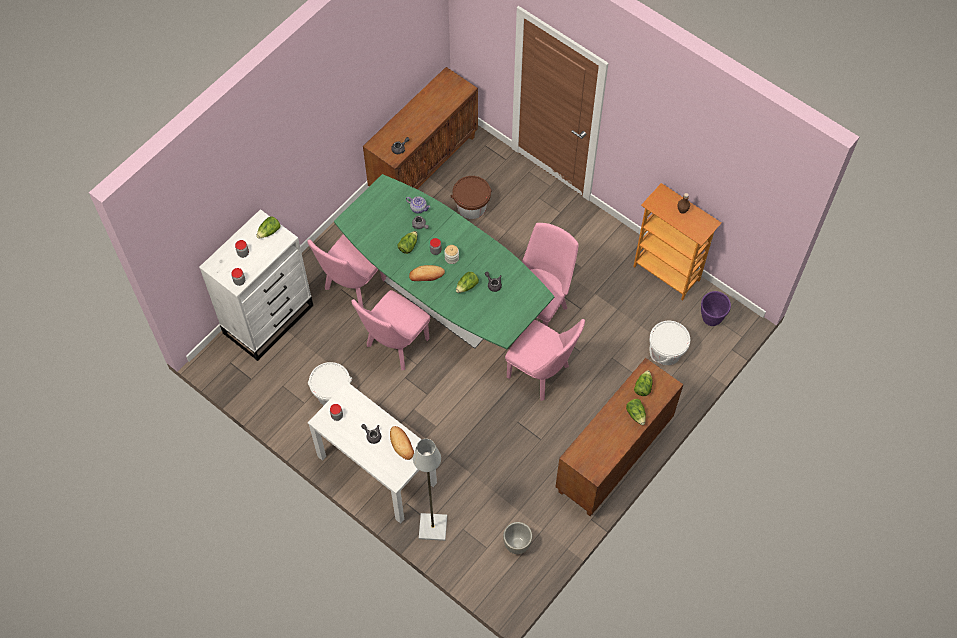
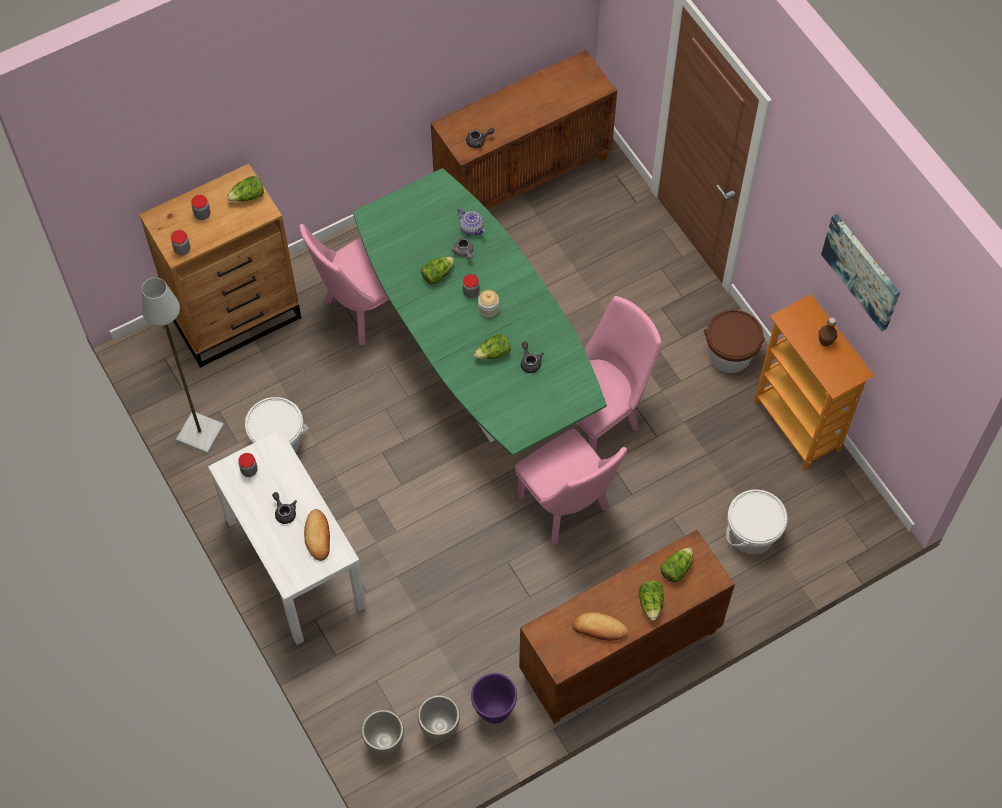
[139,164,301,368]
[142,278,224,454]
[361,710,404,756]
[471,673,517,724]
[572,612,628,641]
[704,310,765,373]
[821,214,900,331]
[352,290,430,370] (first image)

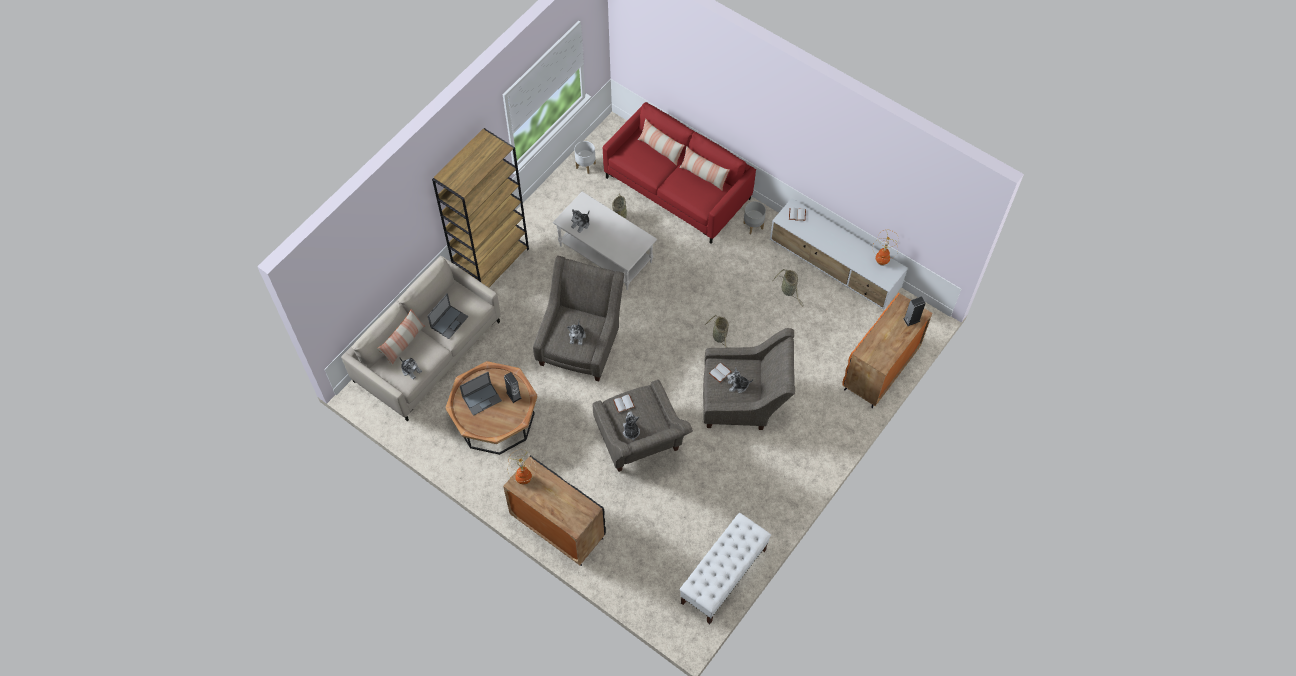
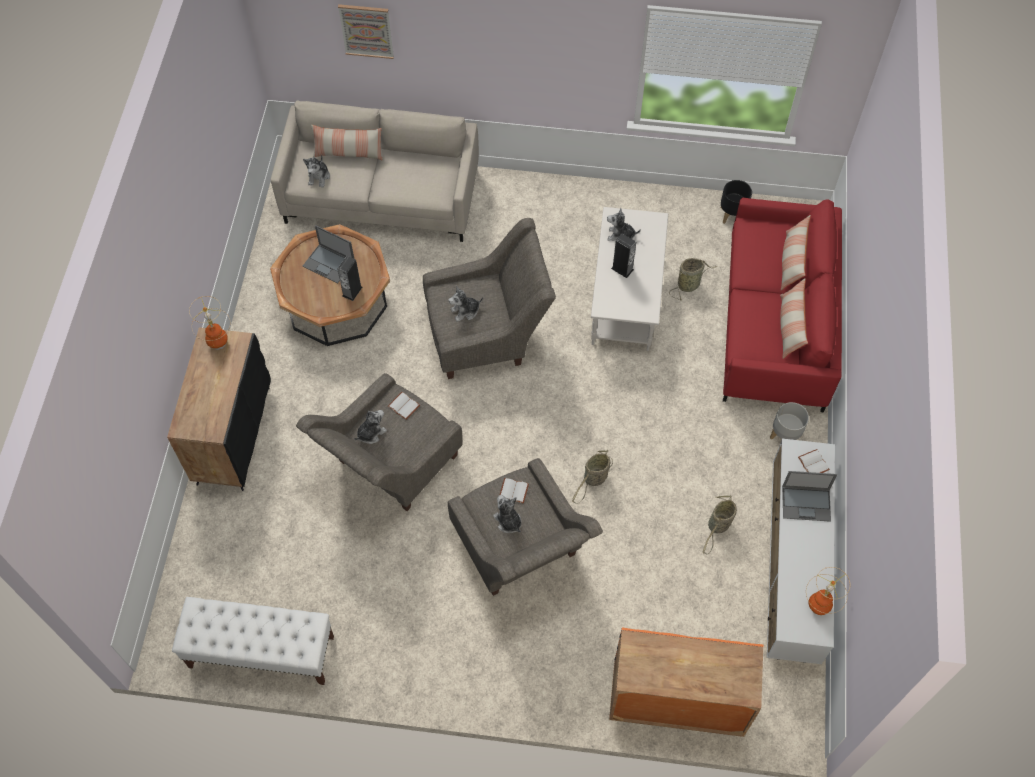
[338,4,394,59]
[611,233,636,278]
[721,180,752,224]
[782,471,837,522]
[432,128,529,287] (first image)

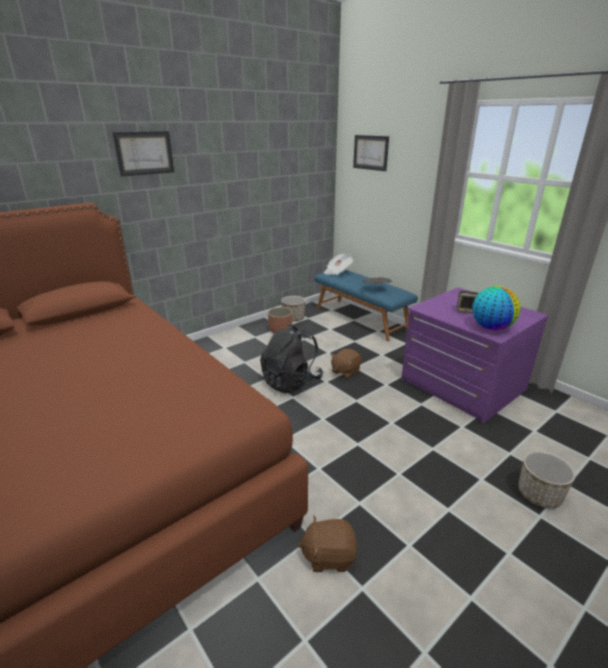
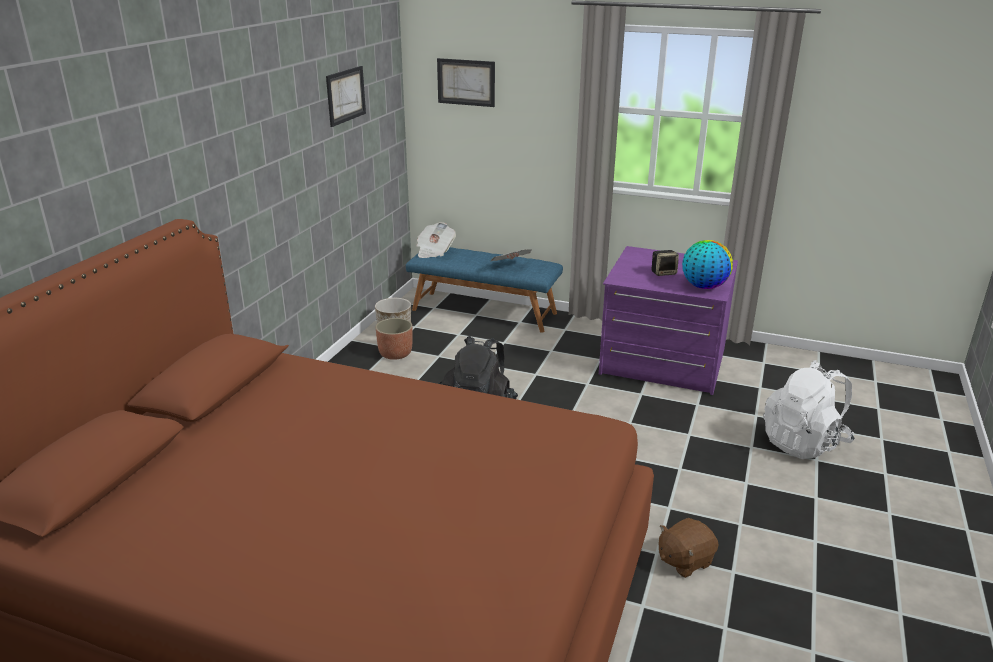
[326,66,366,127]
[763,360,855,459]
[331,349,362,378] (first image)

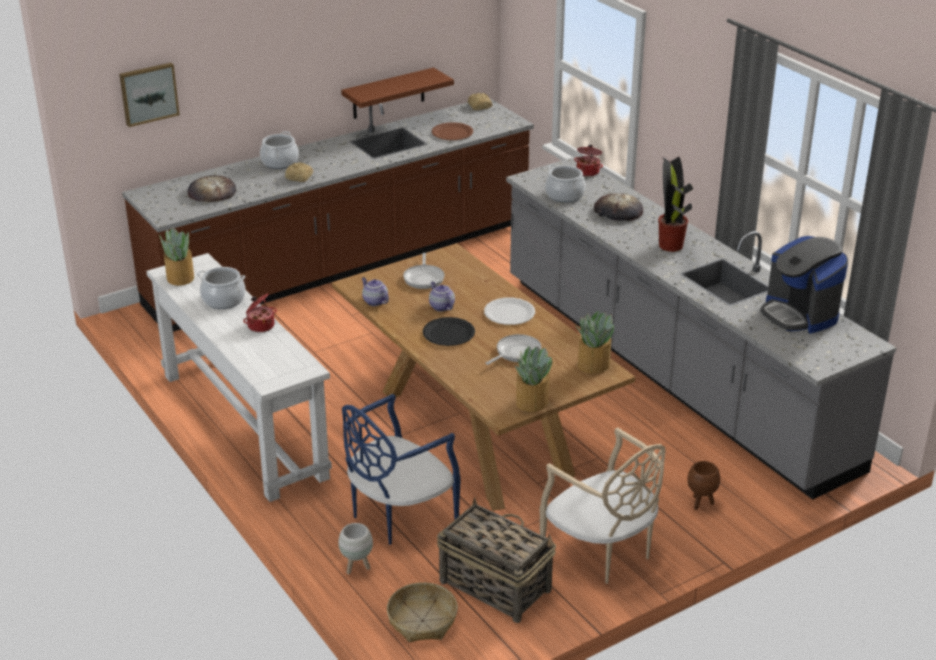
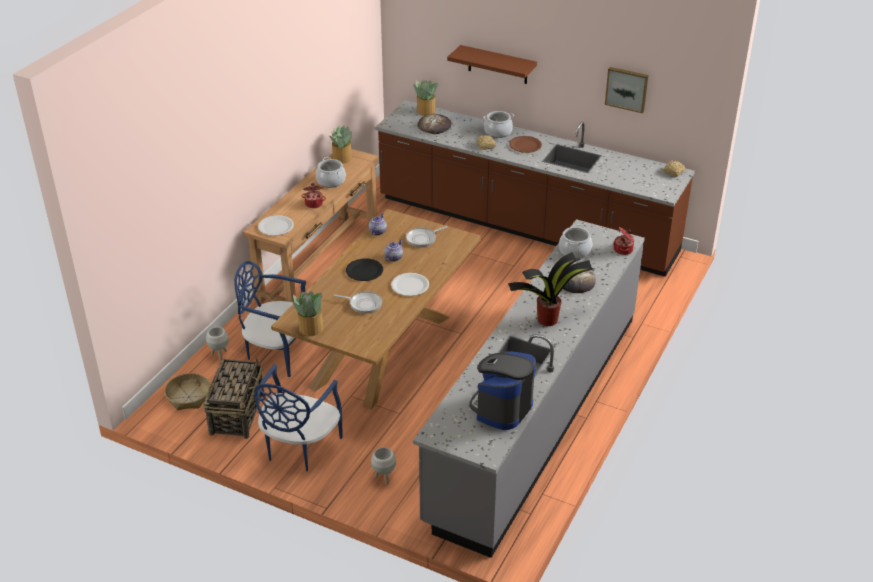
[243,149,379,303]
[254,364,343,471]
[258,215,294,236]
[371,447,396,484]
[413,80,438,116]
[447,45,537,84]
[509,136,542,153]
[605,67,648,113]

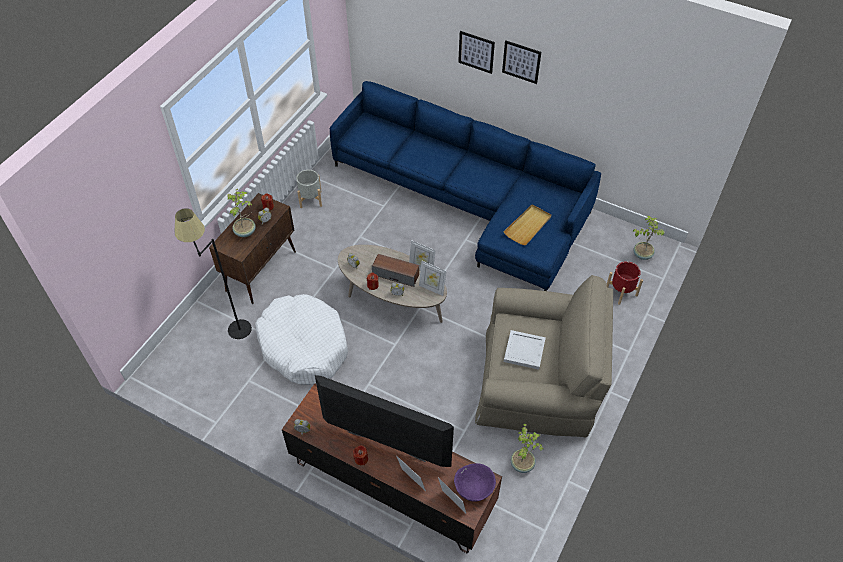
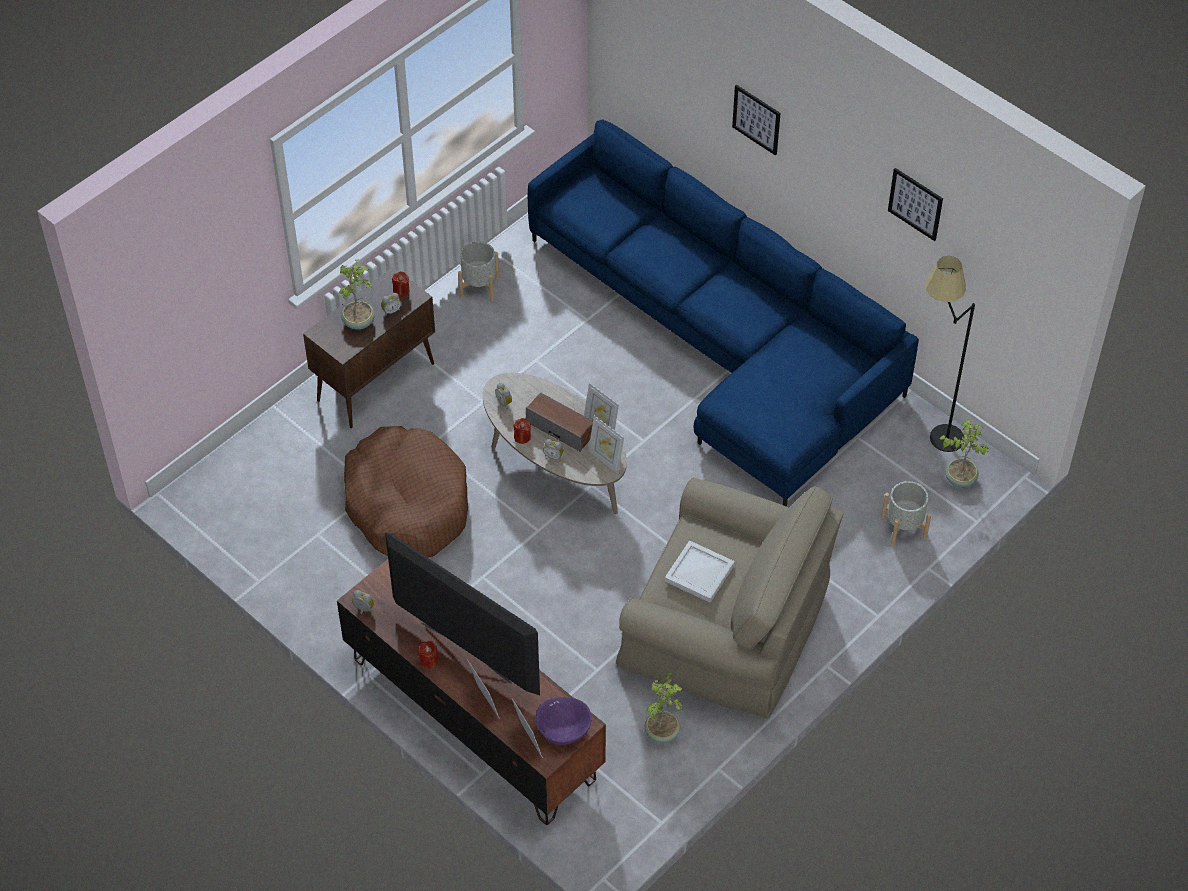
[344,426,468,558]
[881,481,931,546]
[888,168,943,241]
[925,256,975,452]
[504,205,551,245] (first image)

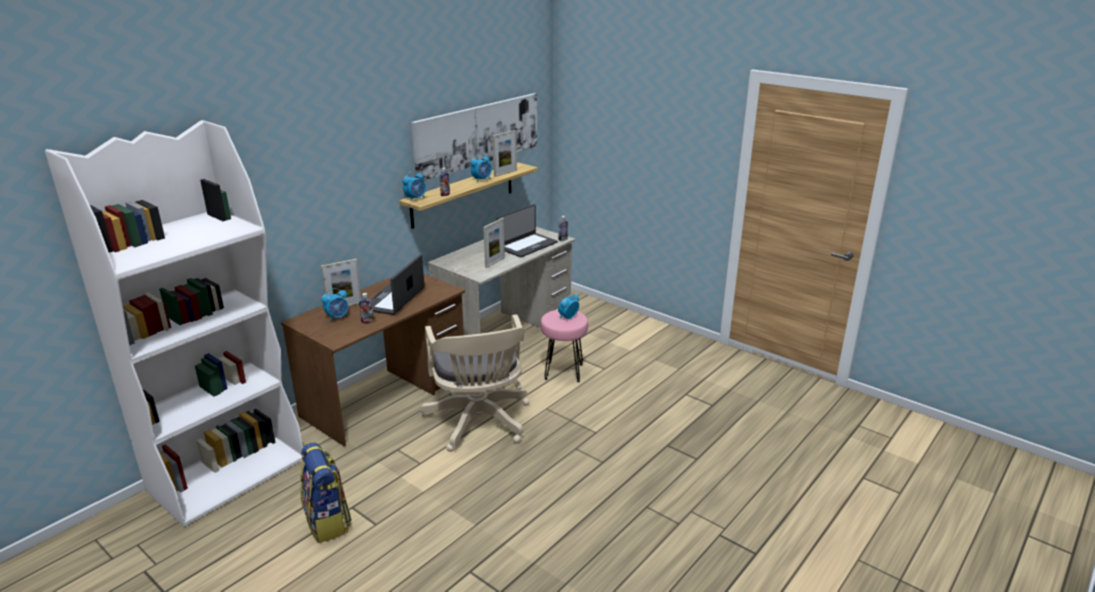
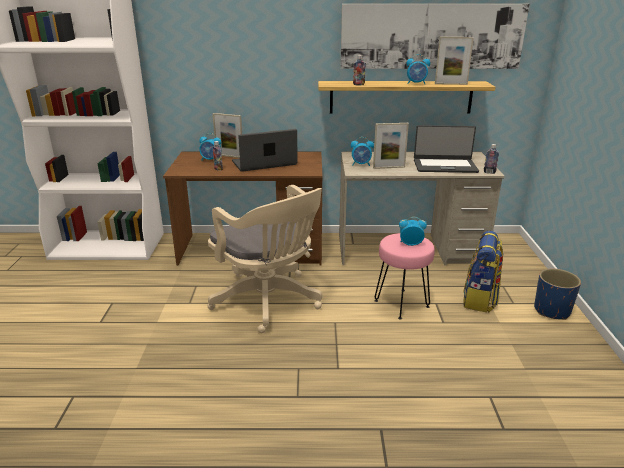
[207,185,322,333]
[351,137,374,166]
[463,231,504,313]
[534,269,581,320]

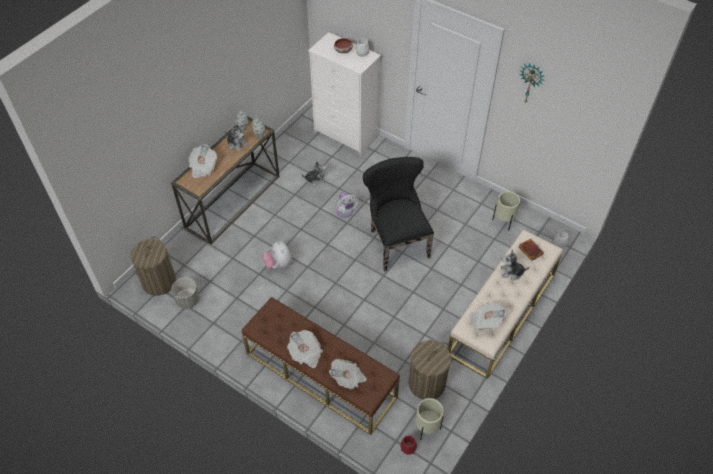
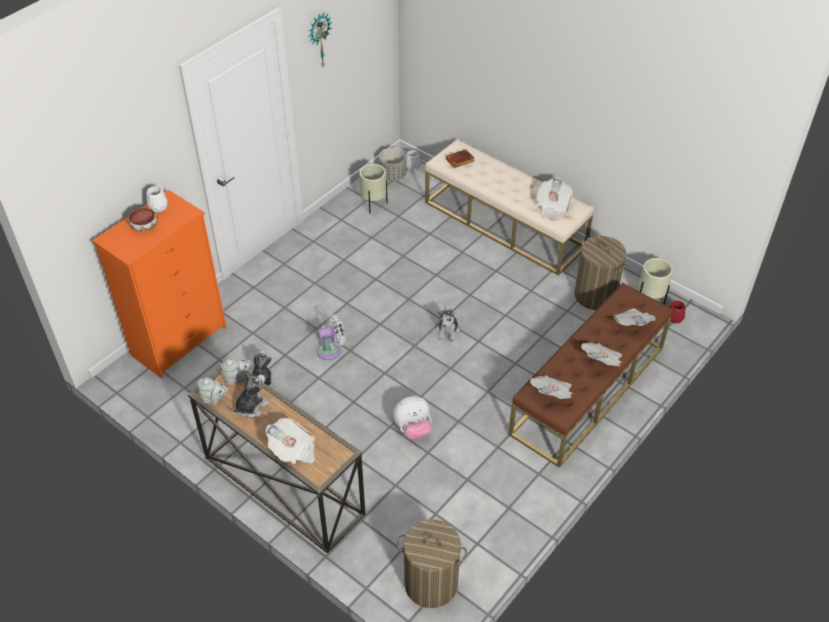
[92,190,227,379]
[379,148,406,181]
[436,309,460,342]
[530,375,573,399]
[363,157,434,272] (first image)

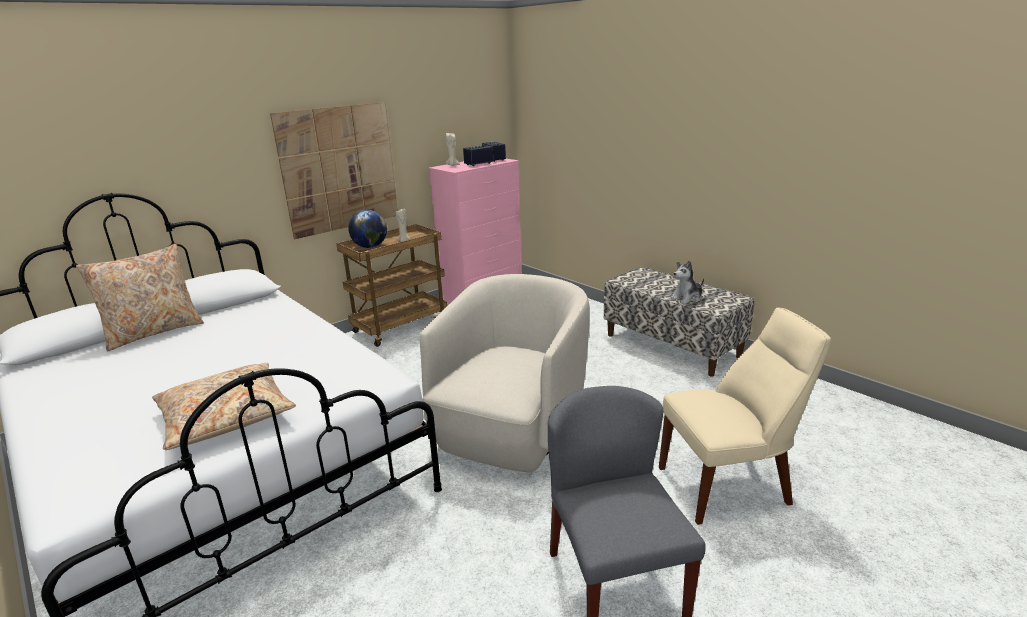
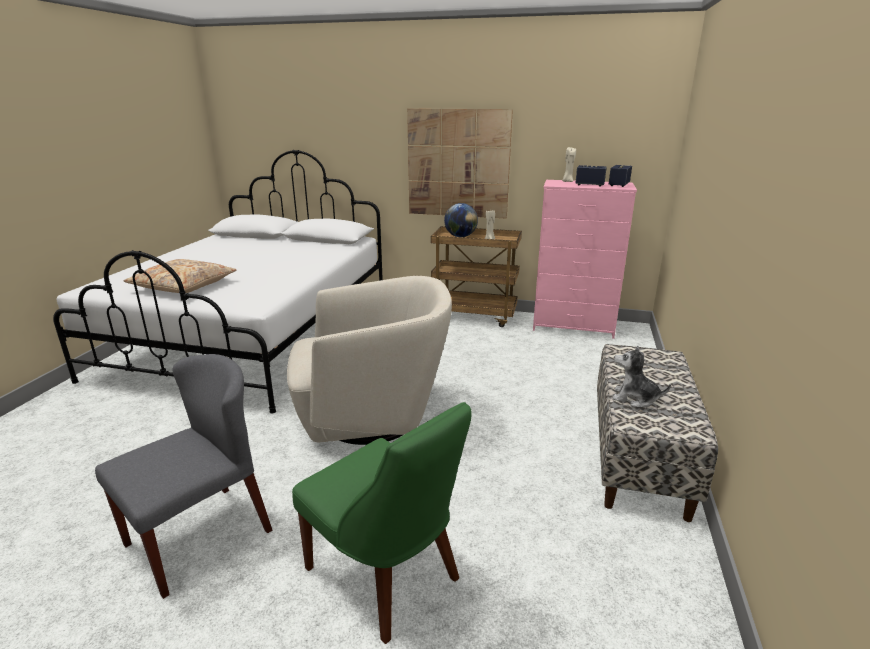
[292,402,472,644]
[76,244,204,351] (first image)

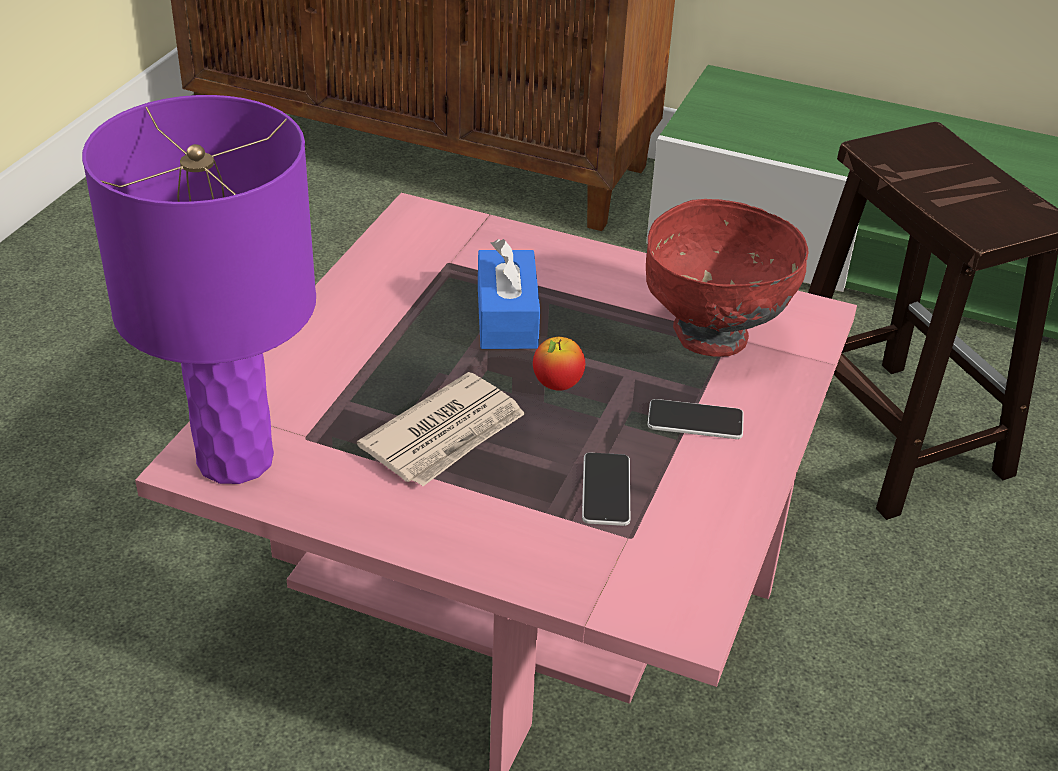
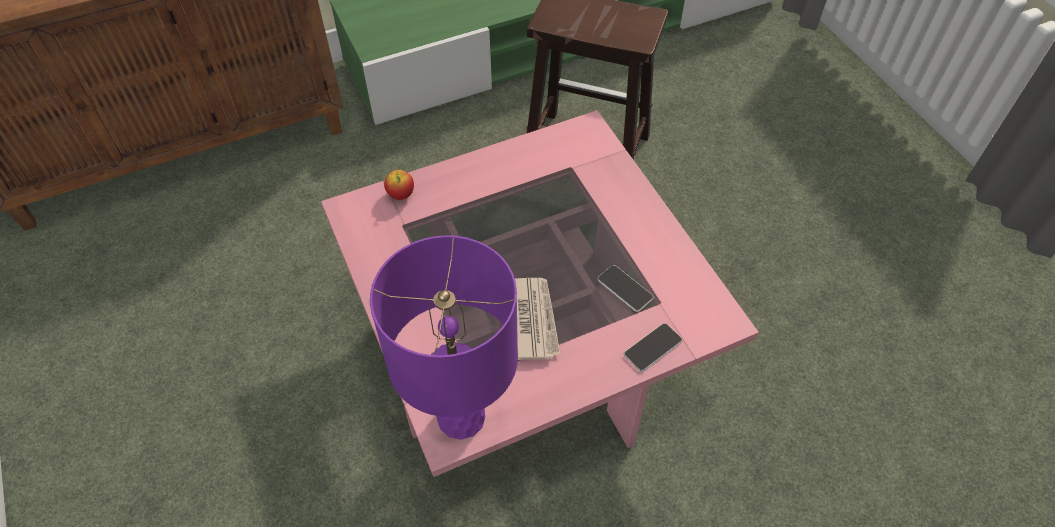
[384,170,414,200]
[624,323,683,372]
[478,239,540,349] (first image)
[646,199,808,357] (first image)

